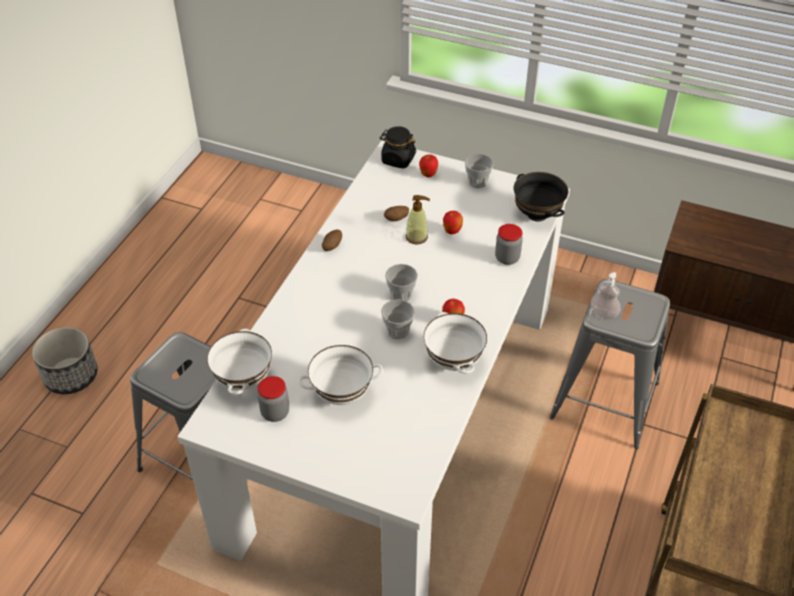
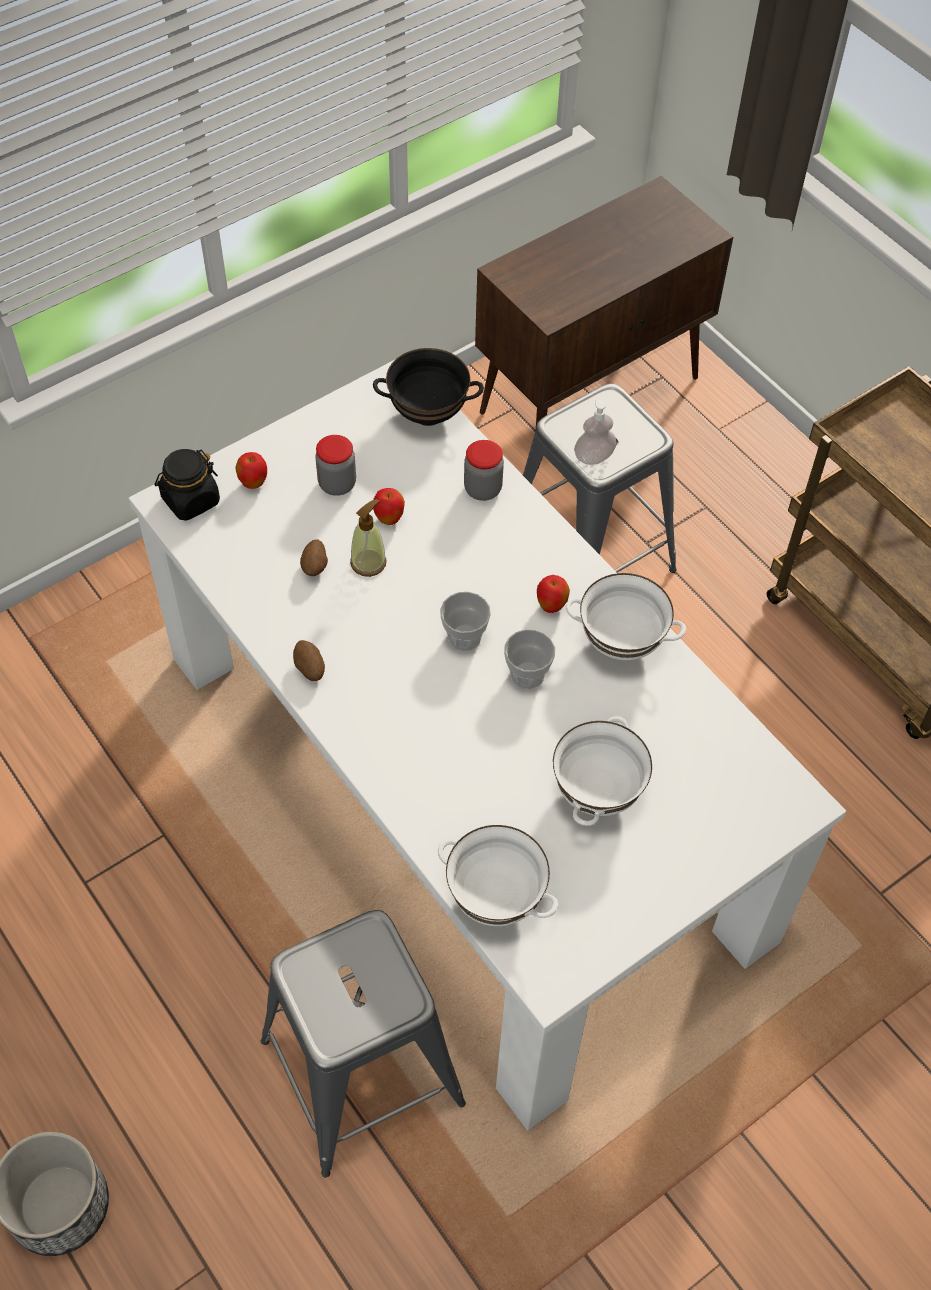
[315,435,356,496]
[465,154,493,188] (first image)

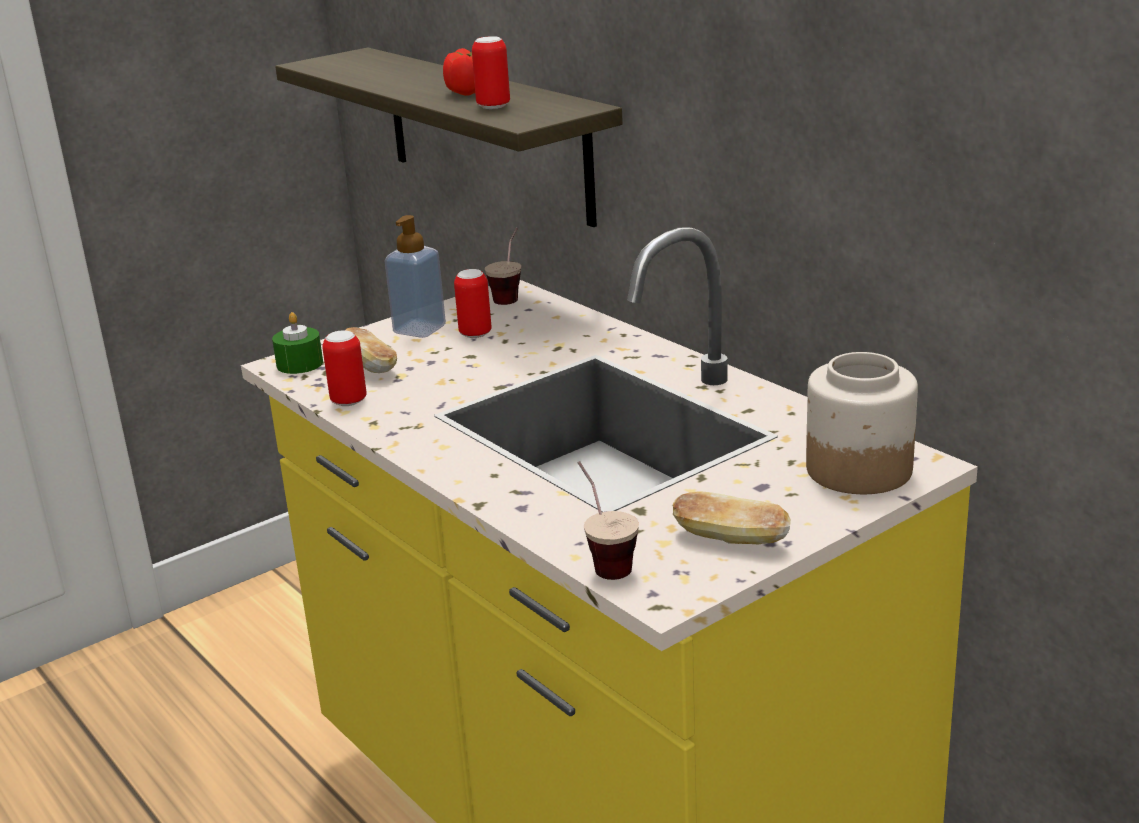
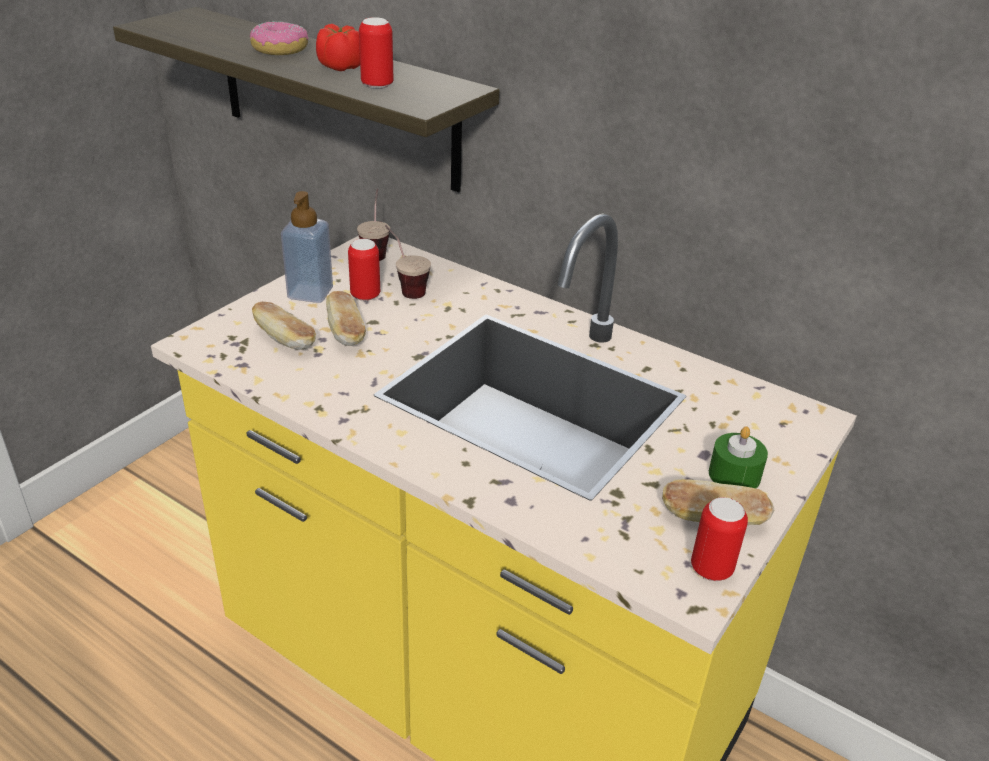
[250,22,308,55]
[326,291,366,346]
[385,225,431,299]
[691,497,748,581]
[709,426,768,488]
[806,352,918,494] (first image)

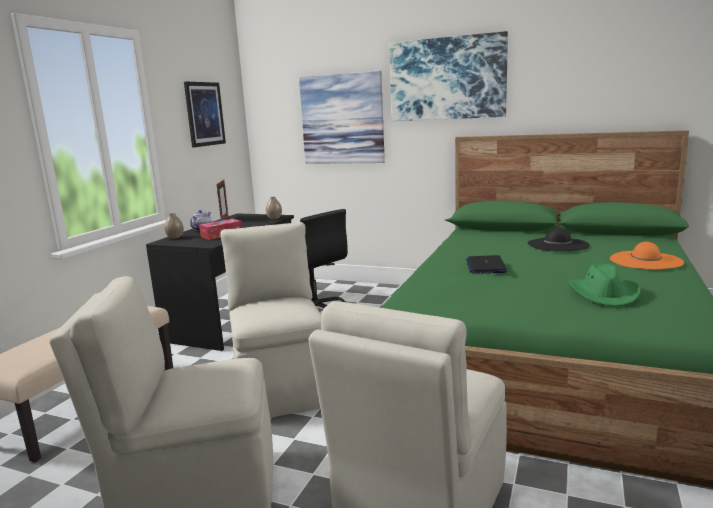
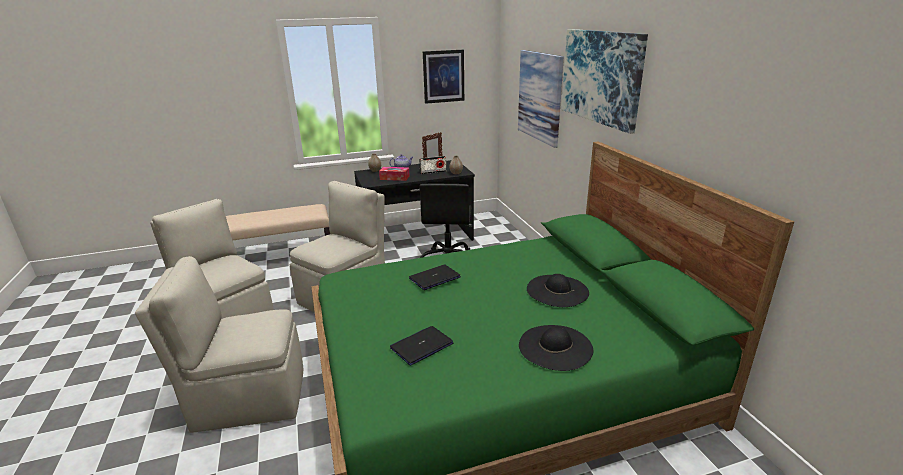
[390,326,454,366]
[419,156,446,174]
[519,325,593,371]

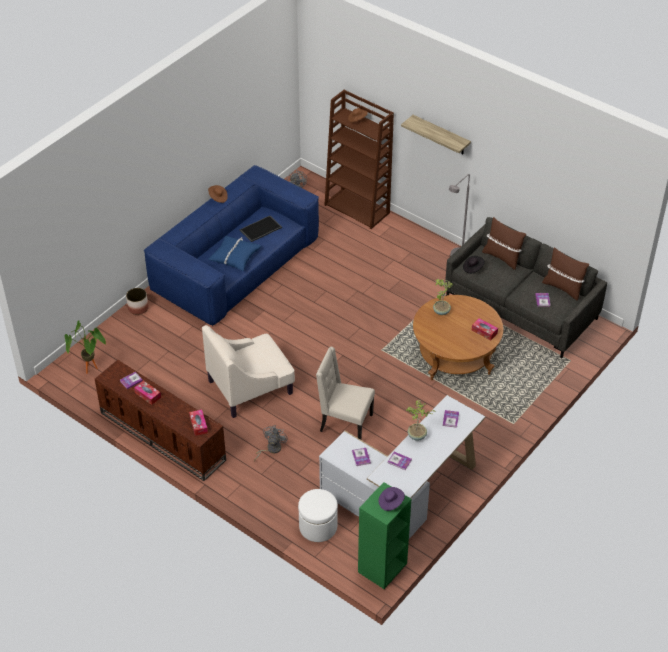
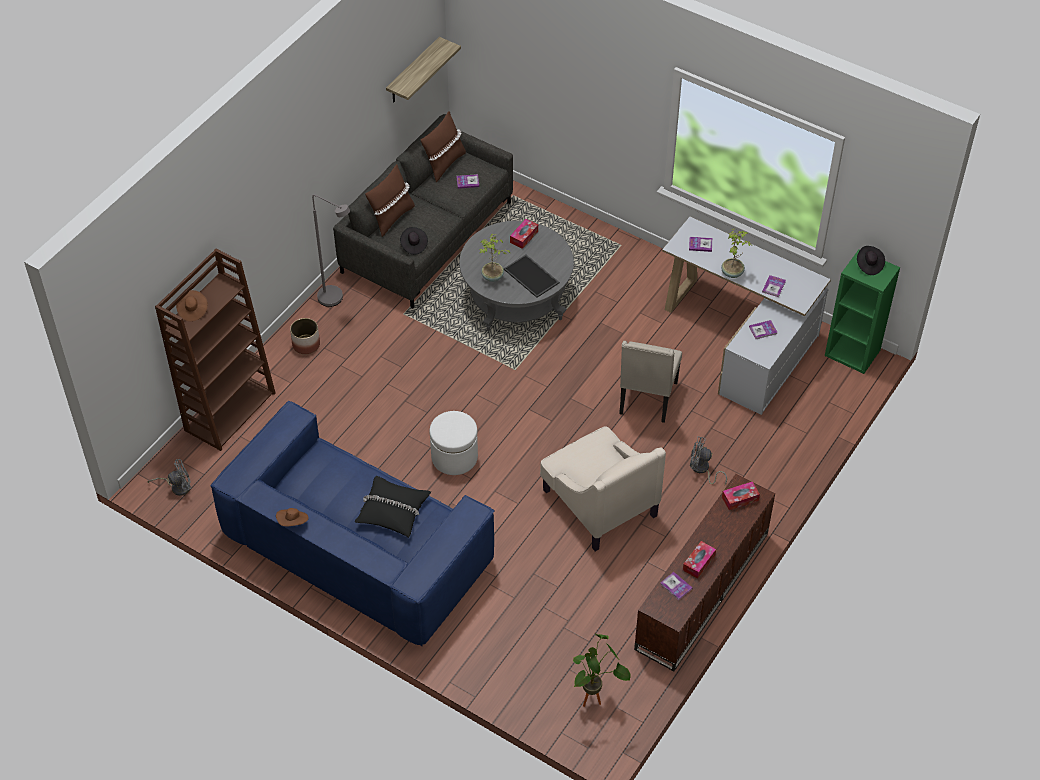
[290,318,320,354]
[355,476,431,538]
[386,37,461,102]
[430,411,478,475]
[459,221,574,331]
[504,255,559,298]
[857,246,885,275]

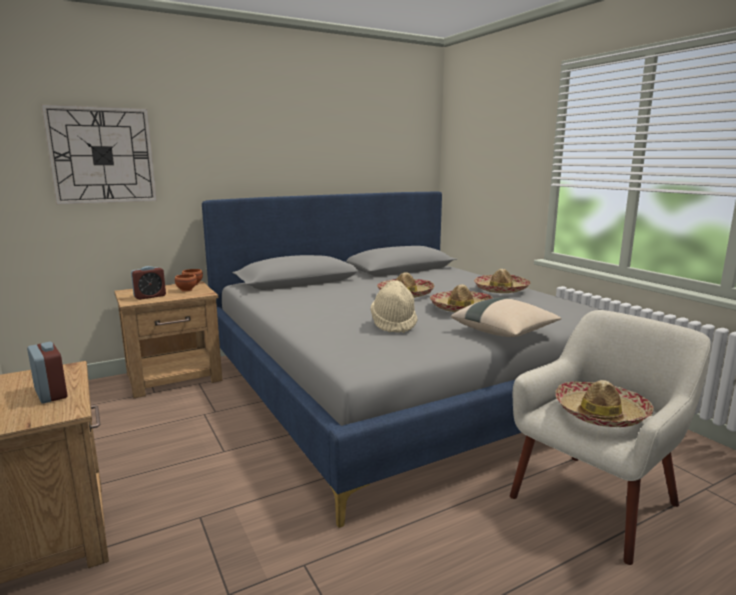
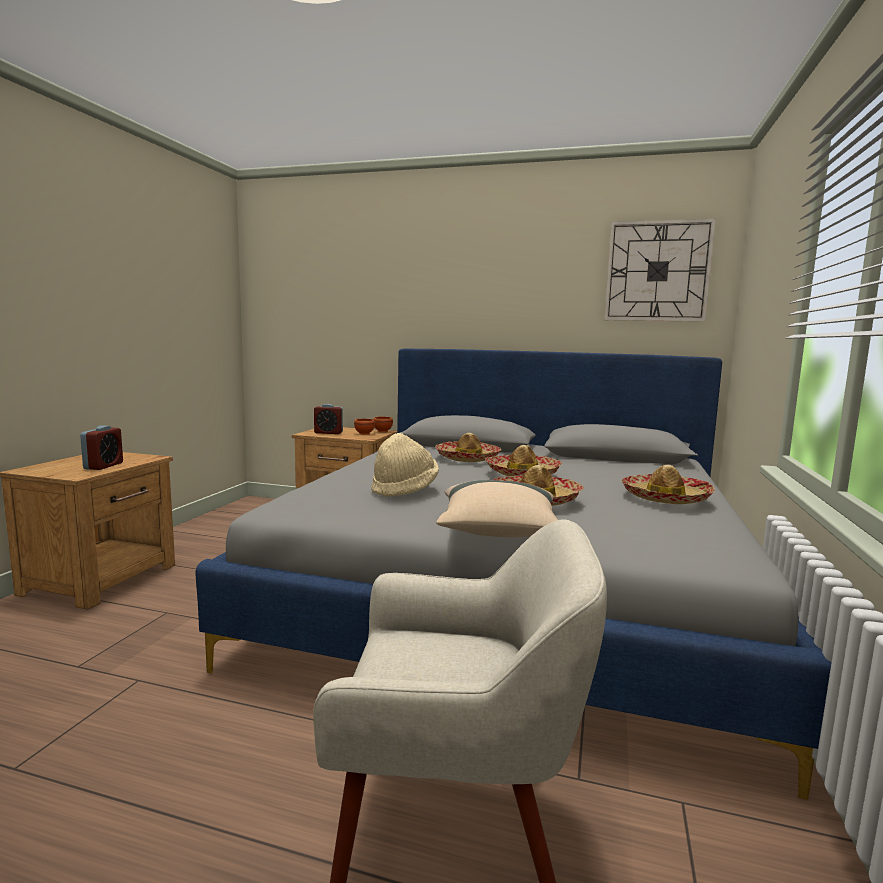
[435,433,501,462]
[604,219,716,322]

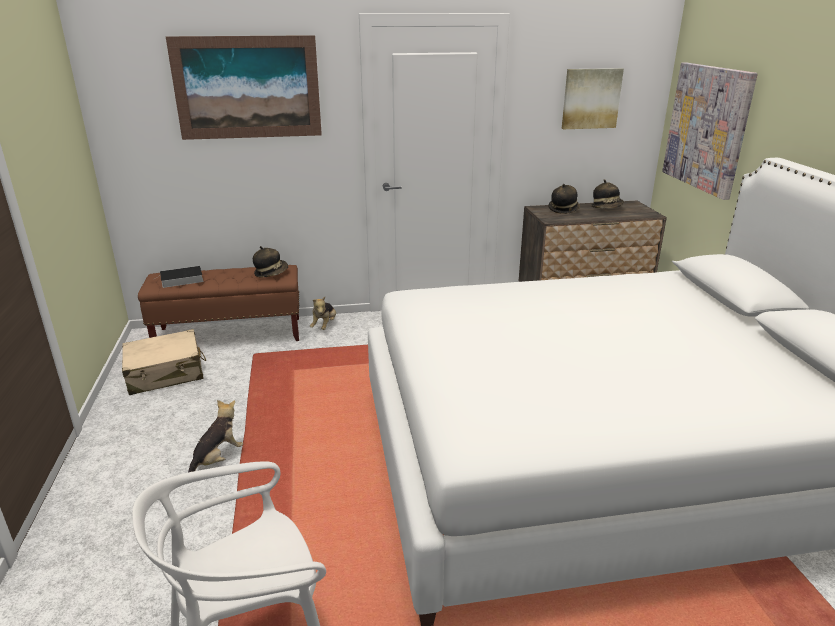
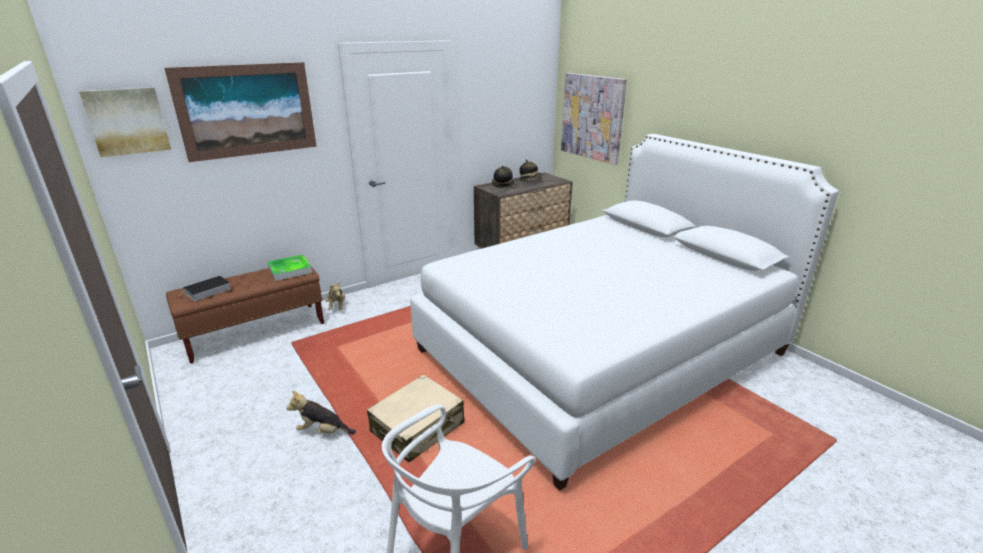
[79,87,171,157]
[268,255,312,281]
[286,391,357,434]
[367,374,465,462]

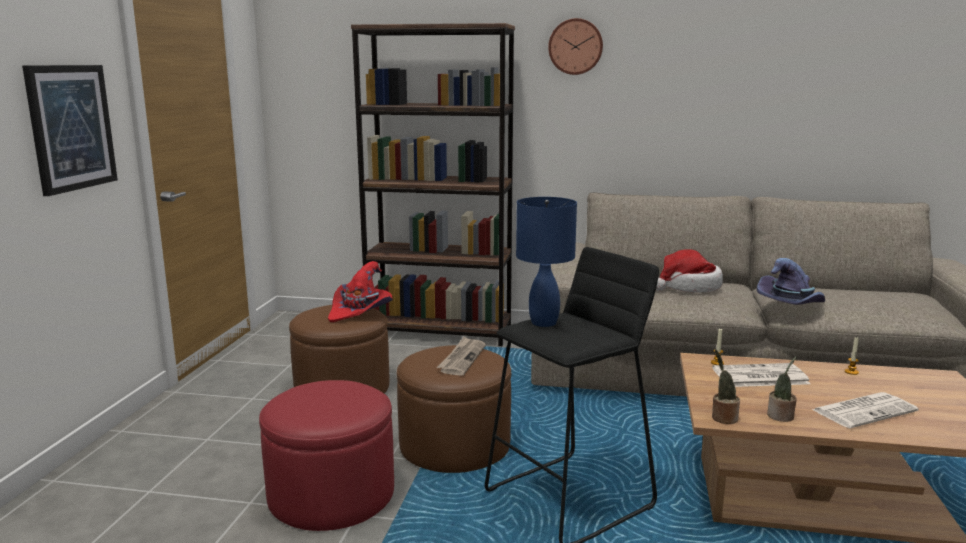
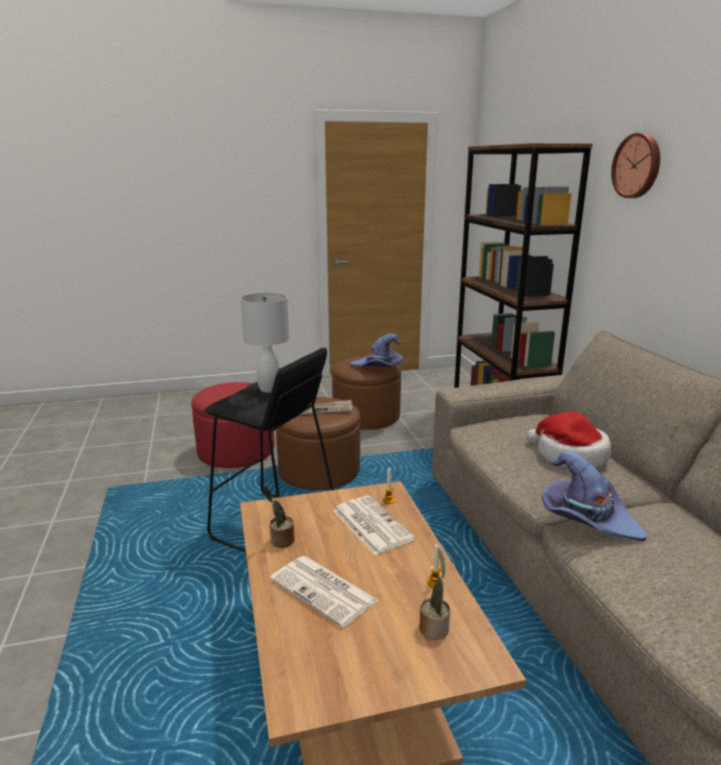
[241,293,289,393]
[350,334,403,367]
[419,549,450,640]
[22,65,118,196] (first image)

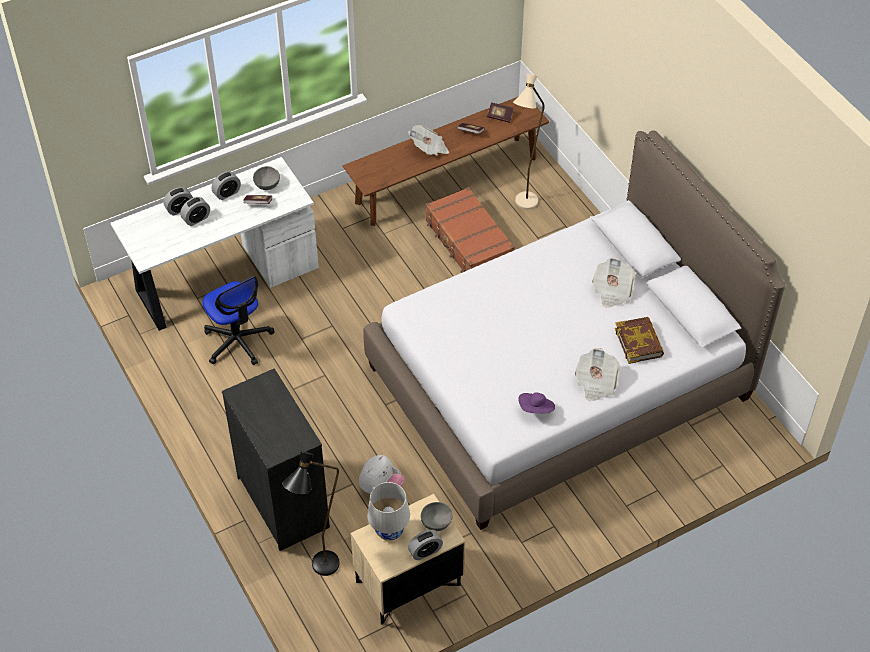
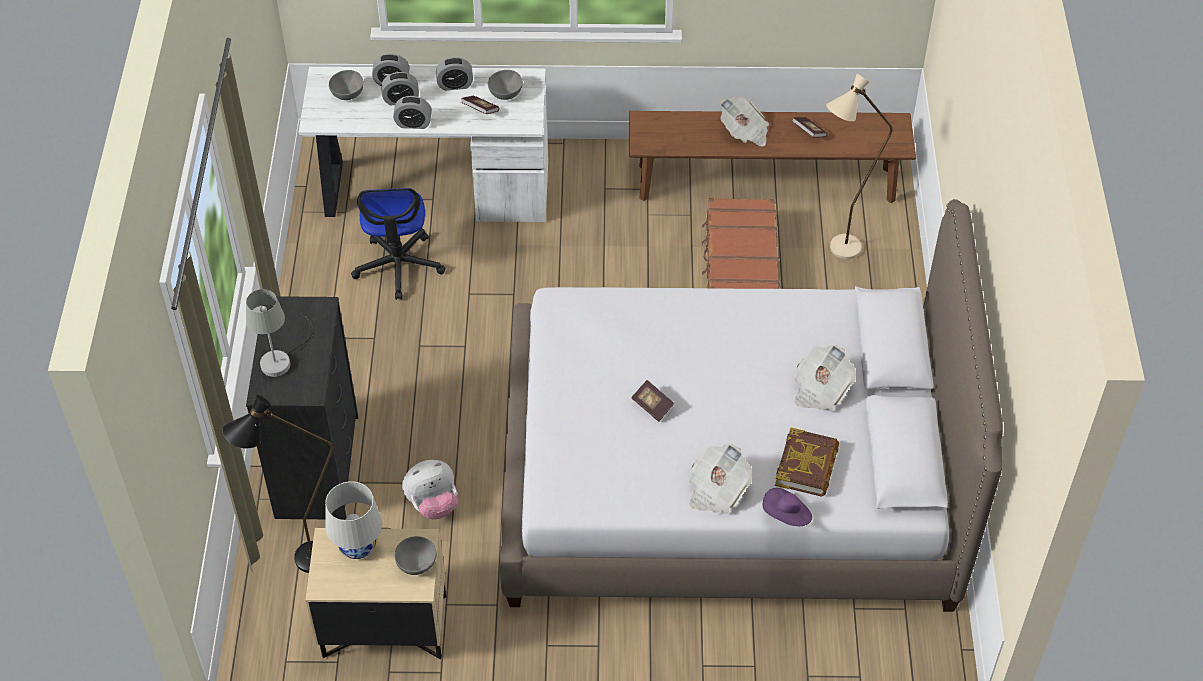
[246,289,314,377]
[329,70,364,100]
[393,96,432,129]
[631,380,675,422]
[763,488,812,526]

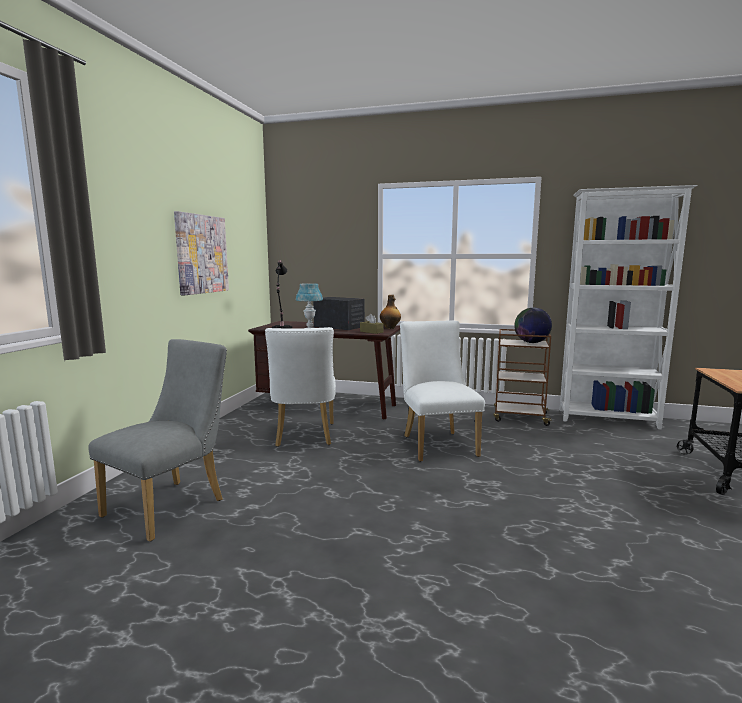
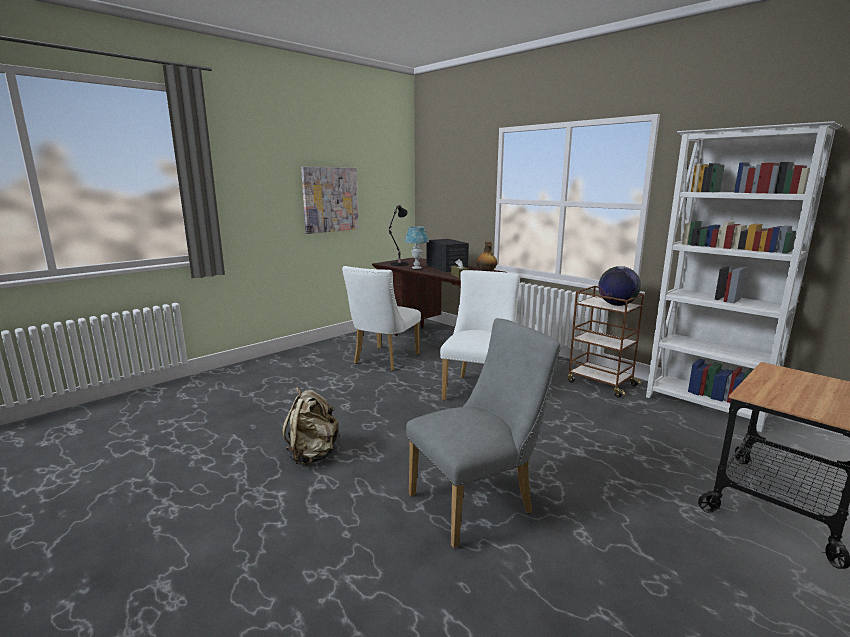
[282,387,340,465]
[406,318,561,548]

